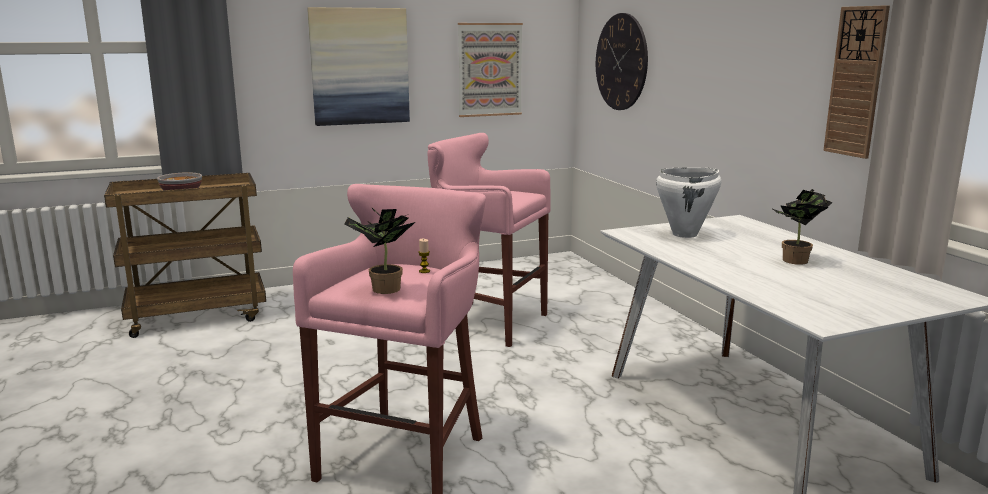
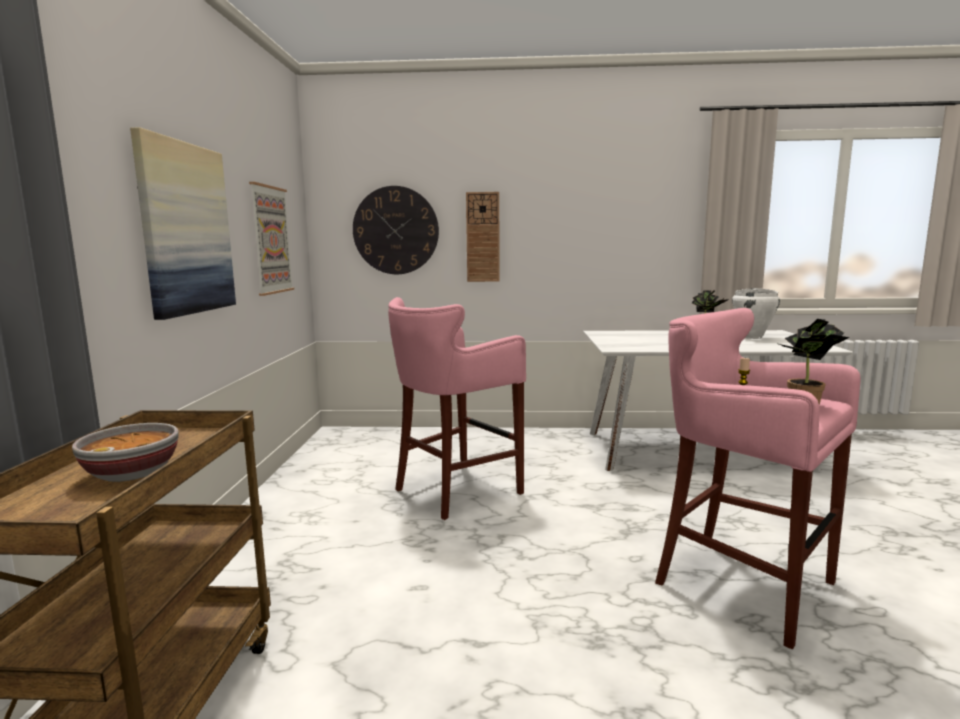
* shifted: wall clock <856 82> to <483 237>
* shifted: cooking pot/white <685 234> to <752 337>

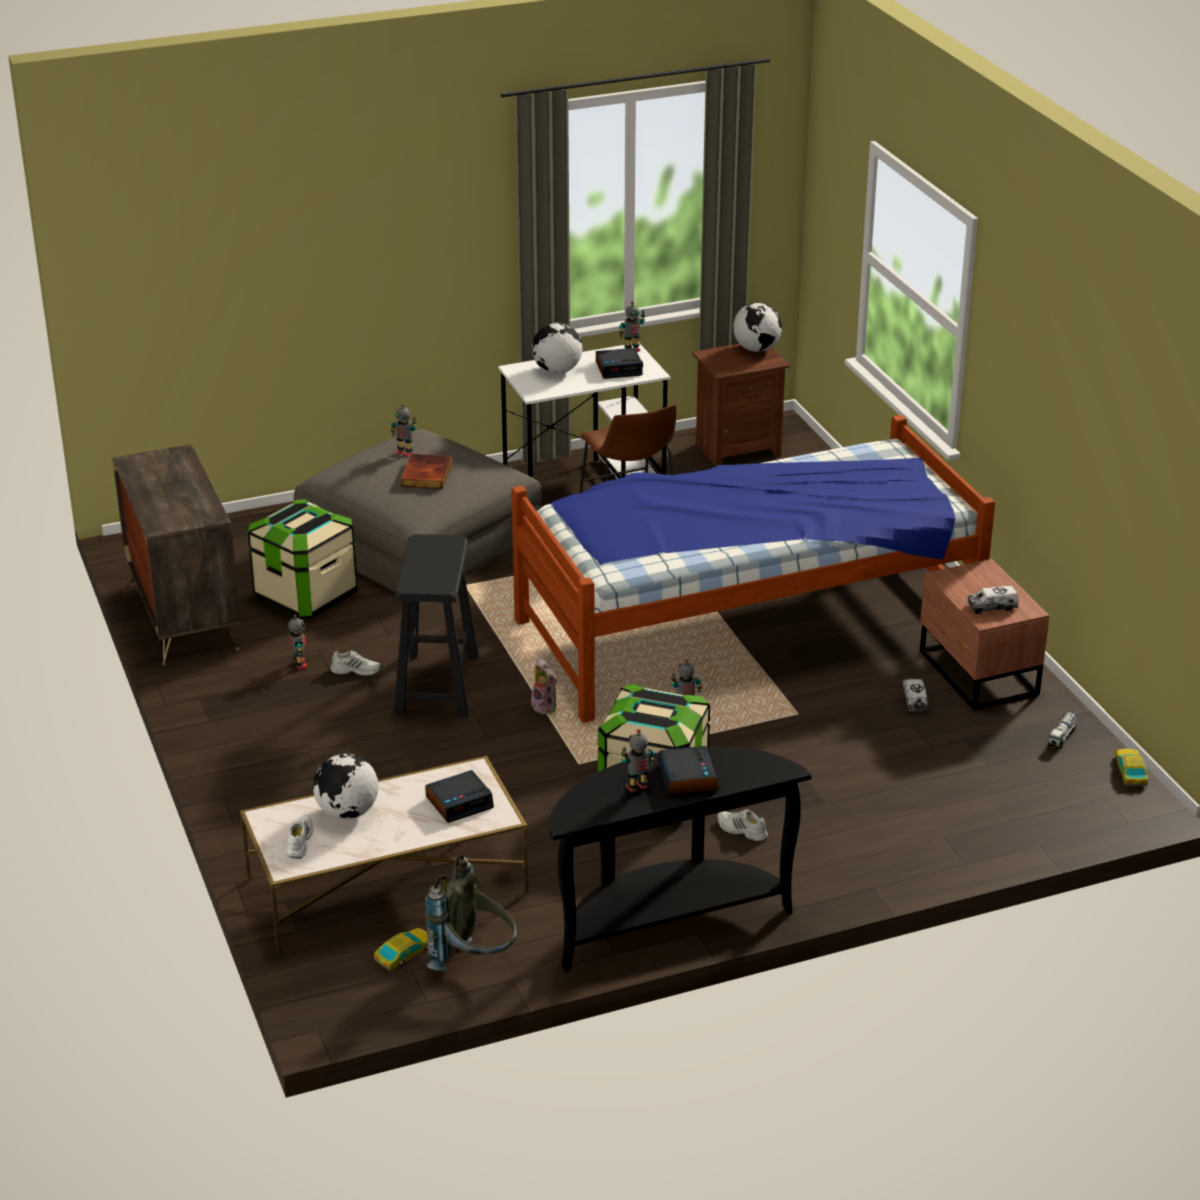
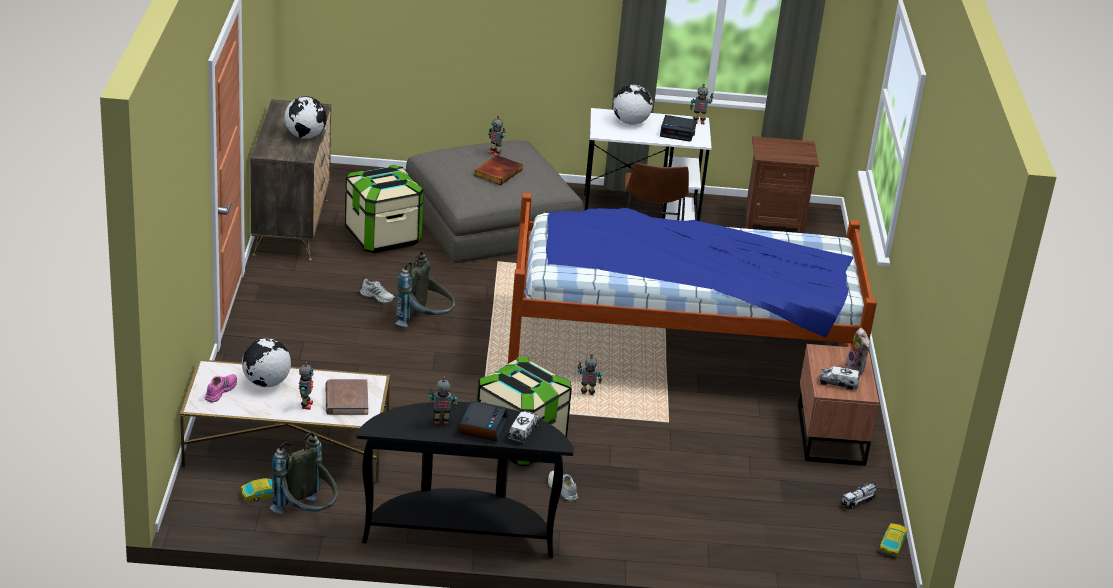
* repainted: shoe/white <299 841> to shoe/pink <220 391>
* shifted: globe <756 349> to <305 136>
* shifted: toy robot <299 664> to <306 405>
* swapped: alarm clock <459 802> to book/brown <346 400>
* swapped: stool/black <437 684> to backpack/grey <425 323>
* shifted: toy truck <914 700> to <523 431>
* shifted: plush toy <546 707> to <856 369>

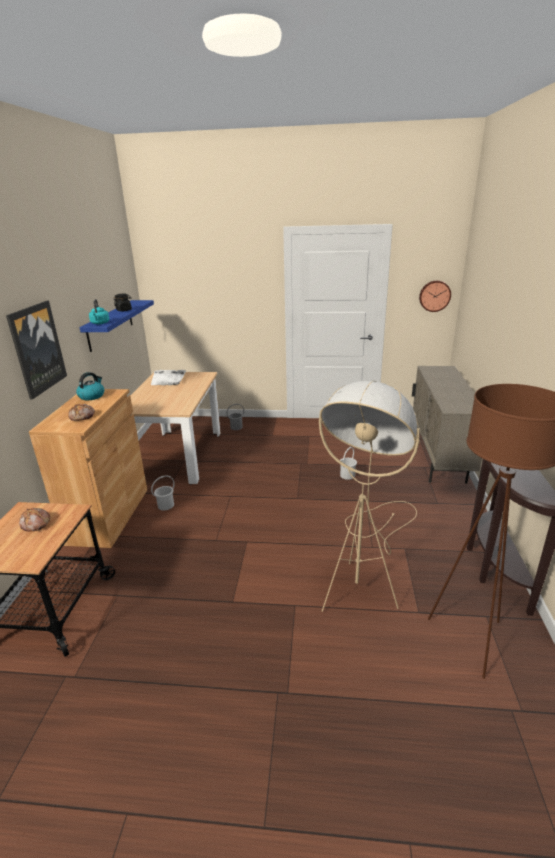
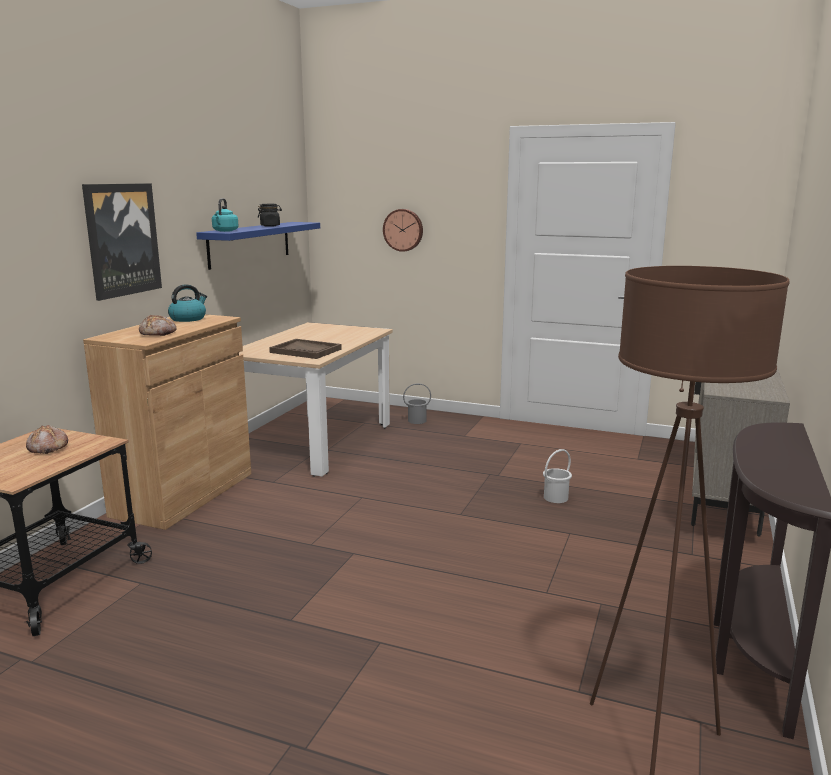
* new: tray/brown <306 351>
* shifted: wall clock <434 296> to <403 230>
* gone: tray/white <168 379>
* gone: bucket/white <165 505>
* gone: floor lamp/beige <365 571>

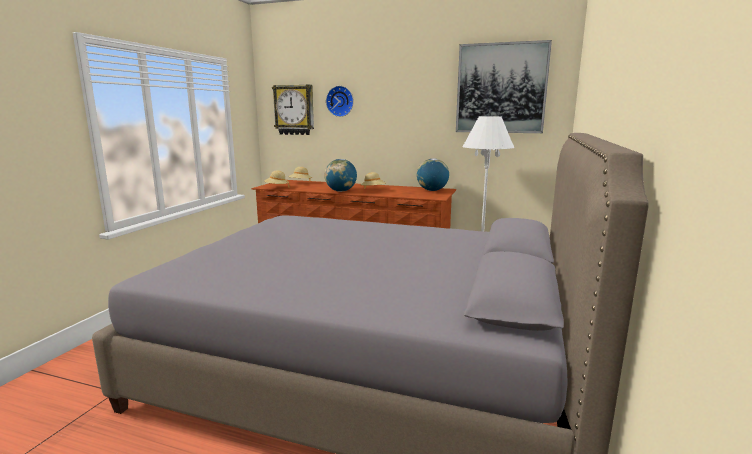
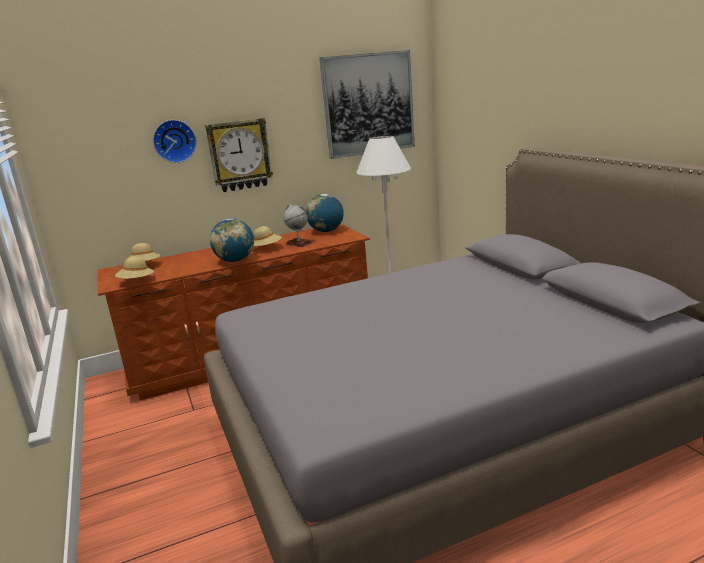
* shifted: wall clock <294 110> to <239 155>
* new: globe <298 243>

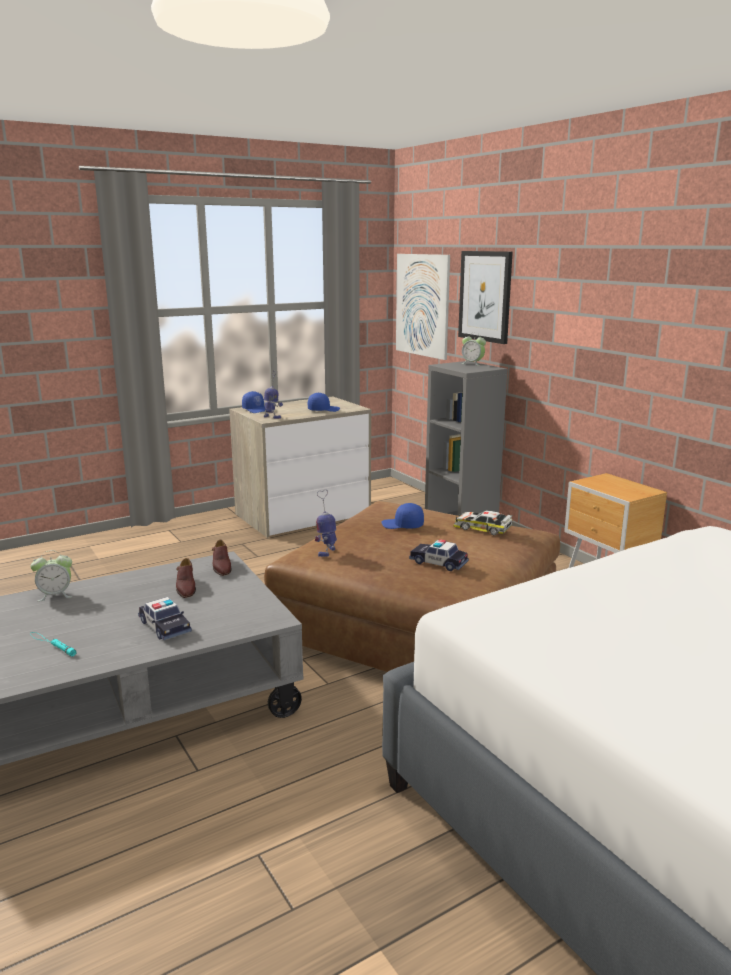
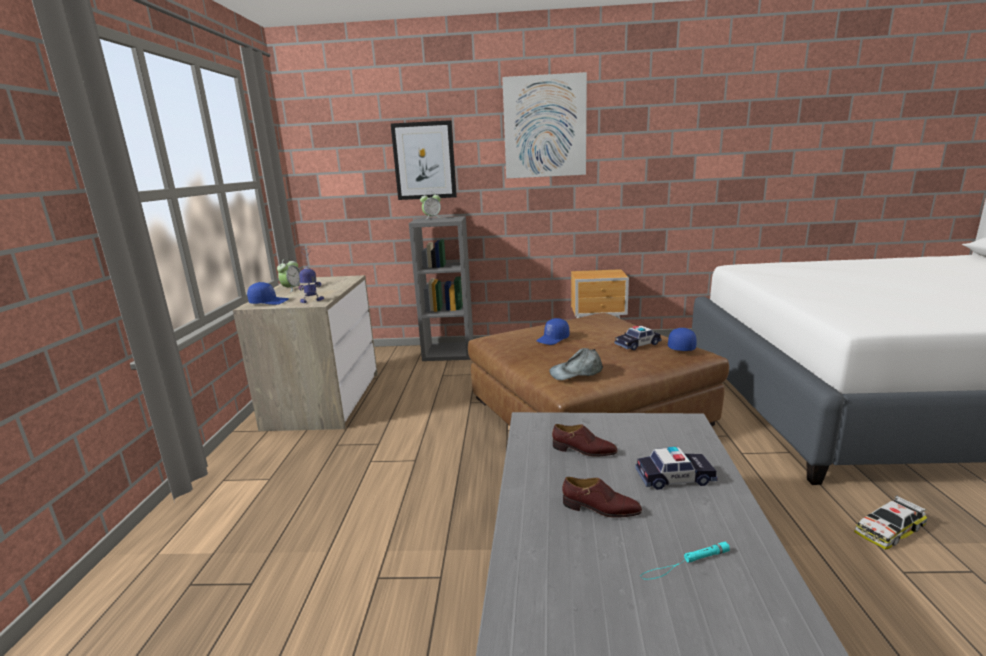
* shifted: alarm clock <55 595> to <292 289>
* shifted: picture <422 305> to <545 127>
* swapped: toy robot <327 551> to cap/grey <576 372>
* shifted: shoe/brown <221 567> to <601 509>
* shifted: cap/blue <323 410> to <680 347>
* shifted: toy car <482 528> to <888 529>

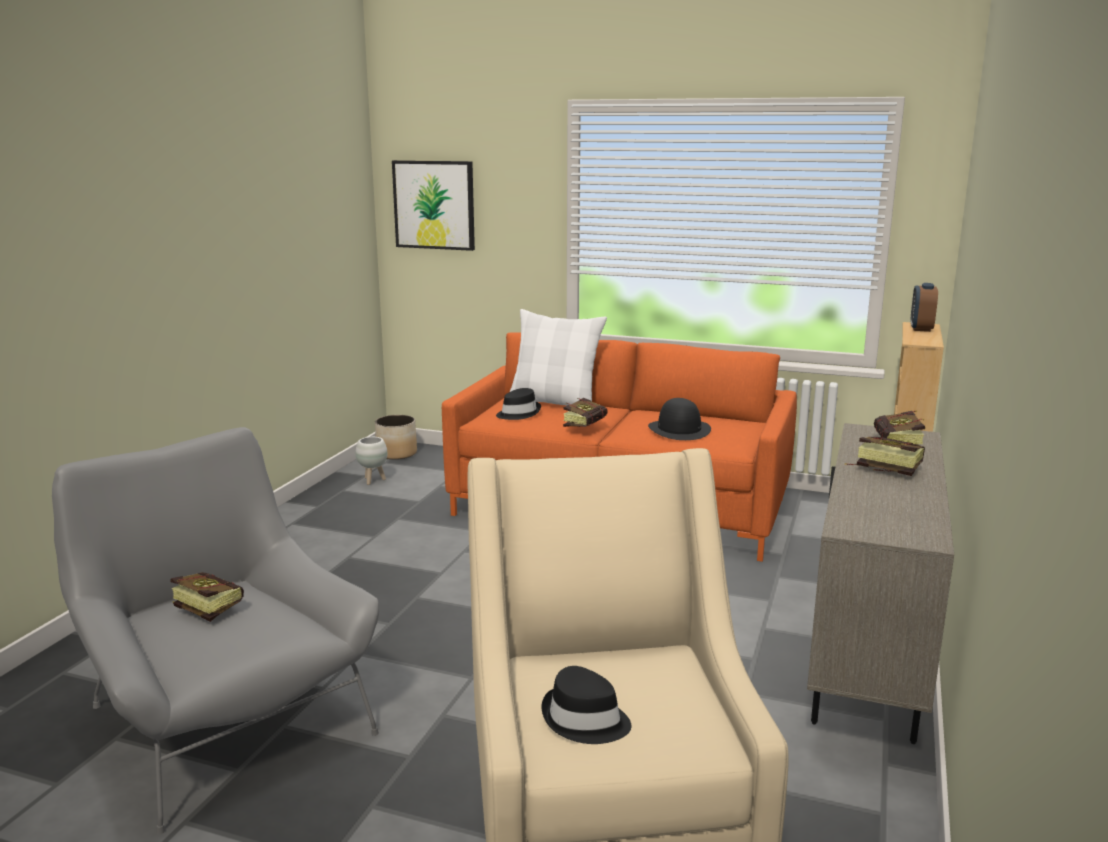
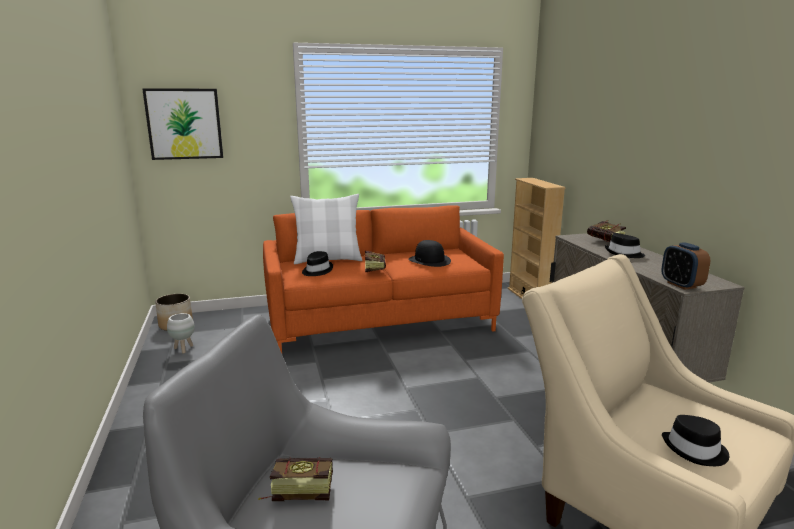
* swapped: book <881 468> to hat/black <624 254>
* shifted: alarm clock <921 328> to <681 285>

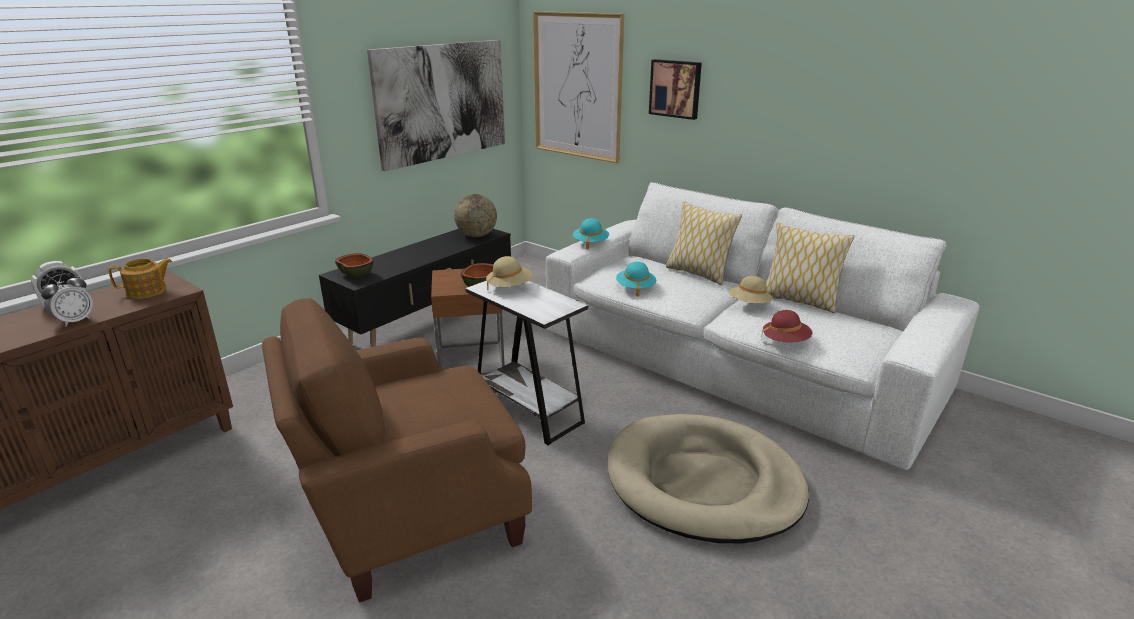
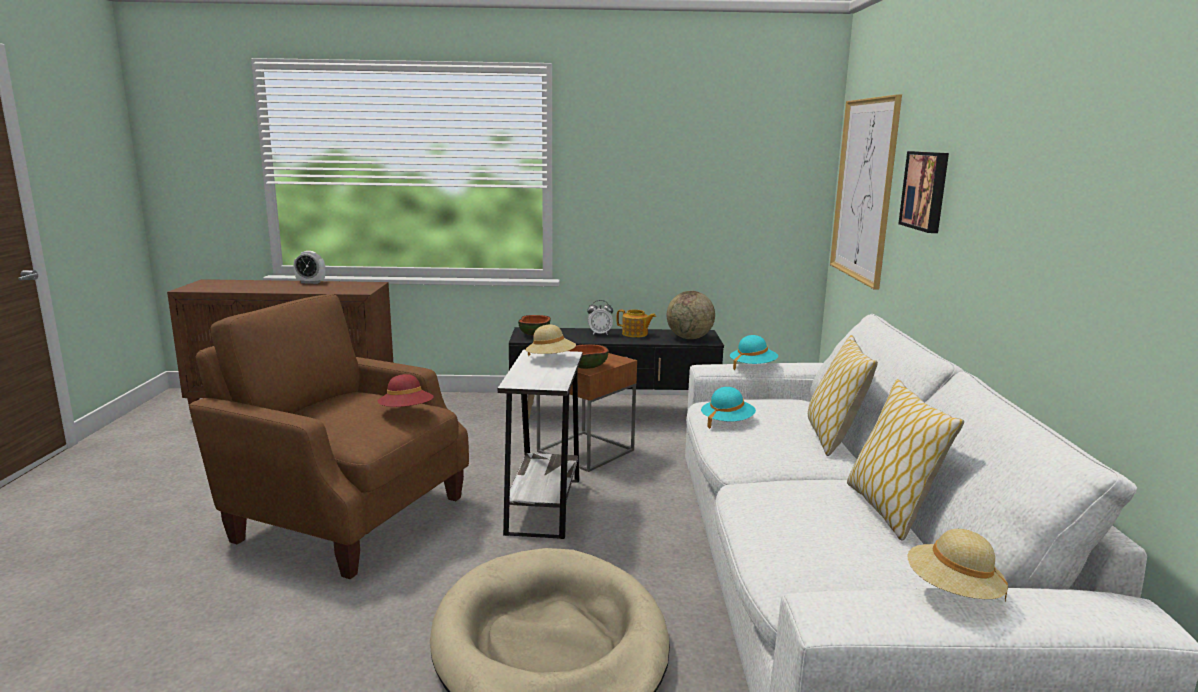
* shifted: hat/red <785 341> to <406 412>
* shifted: alarm clock <75 321> to <599 334>
* shifted: teapot <147 291> to <635 334>
* shifted: hat/beige <749 305> to <952 591>
* gone: picture <442 102>

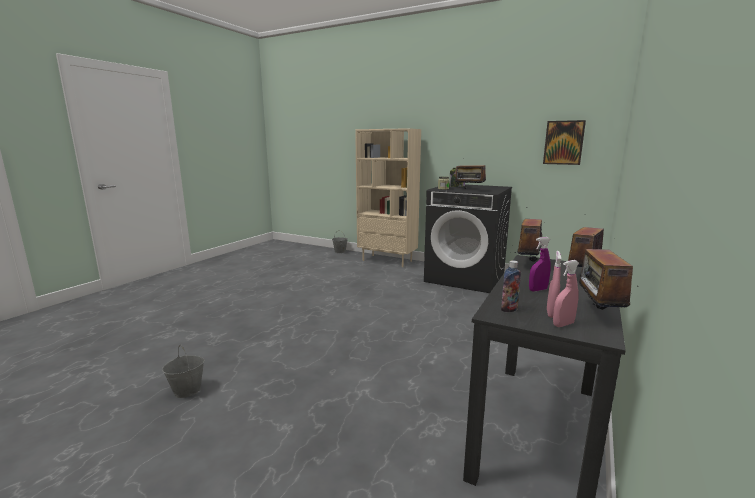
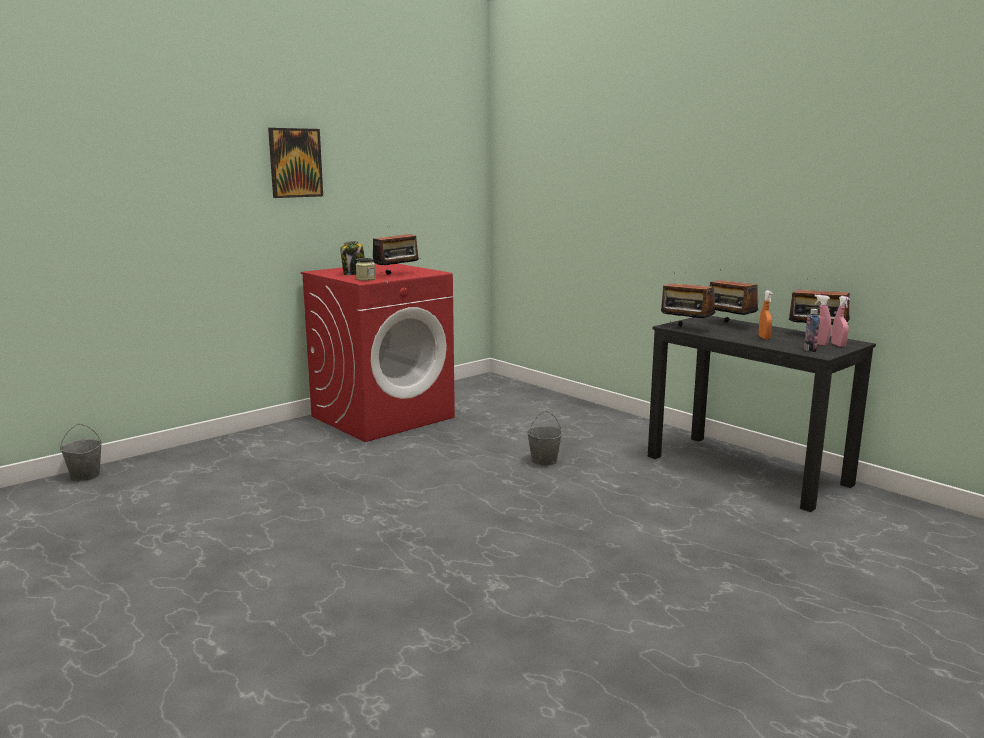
* shifted: picture <563 142> to <295 163>
* repainted: washing machine/black <465 278> to washing machine/red <383 416>
* shifted: bucket/grey <188 390> to <544 461>
* repainted: spray bottle/purple <538 290> to spray bottle/orange <764 338>
* gone: bookcase/beige <387 261>

